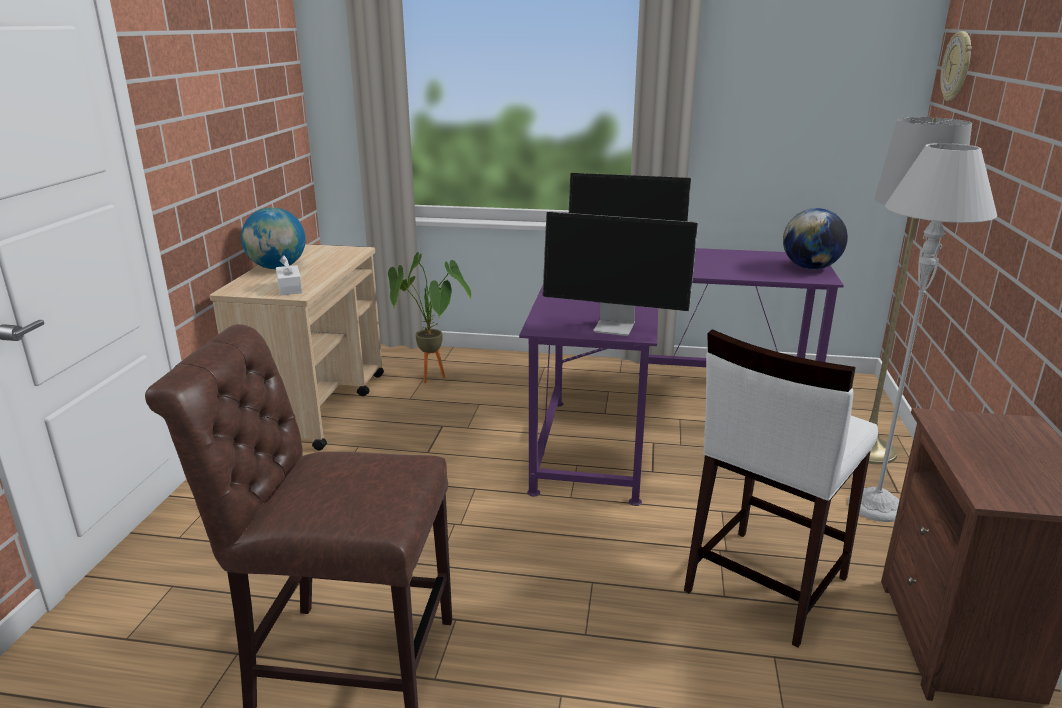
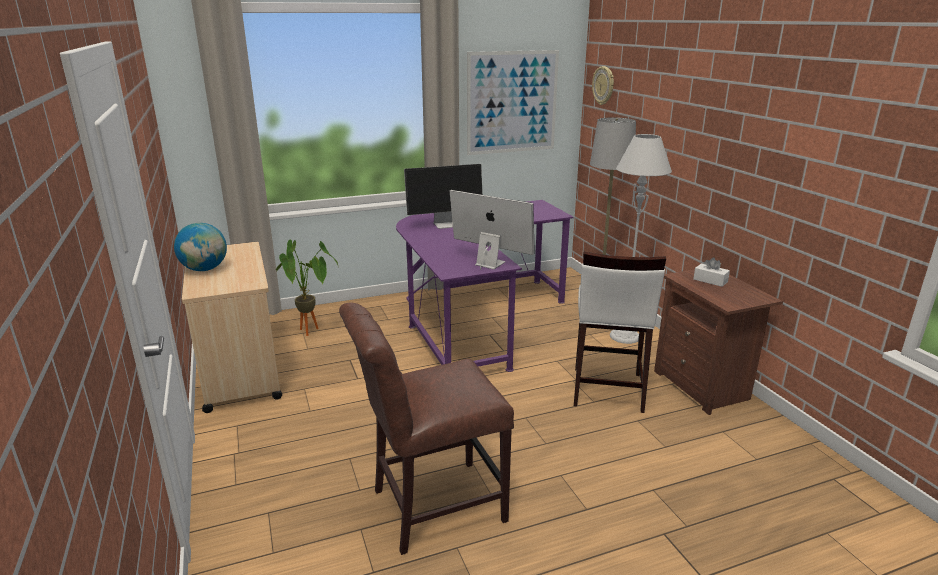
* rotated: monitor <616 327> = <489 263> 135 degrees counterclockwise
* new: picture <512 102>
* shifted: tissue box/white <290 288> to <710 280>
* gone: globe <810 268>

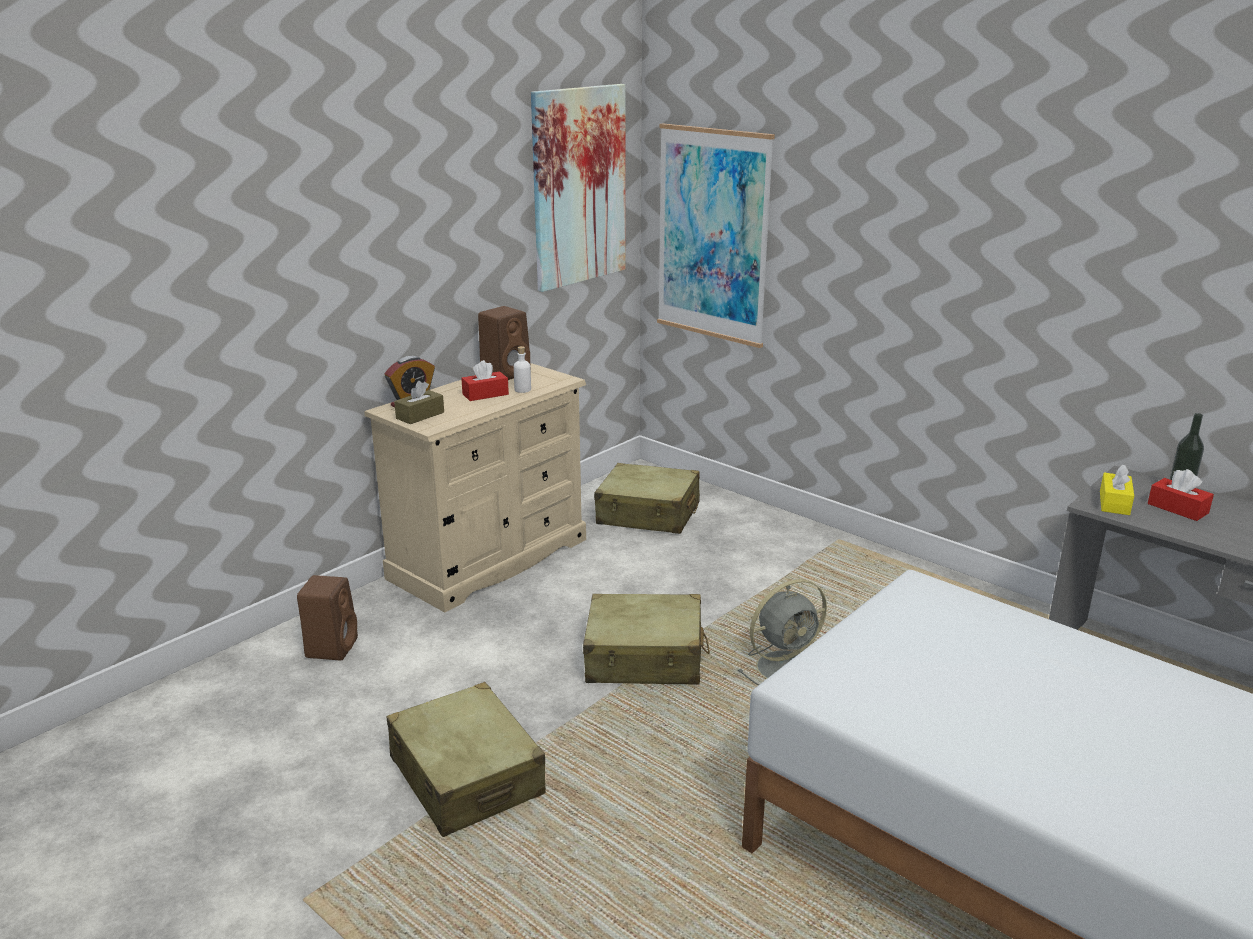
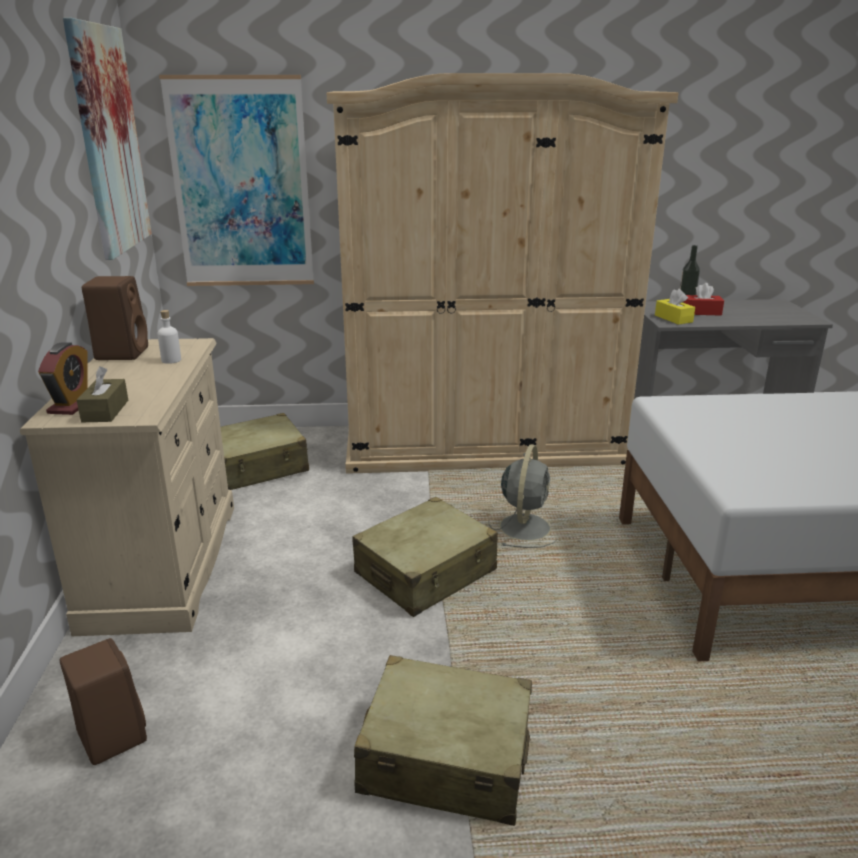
* new: wardrobe/beige <483 446>
* gone: tissue box/red <485 394>

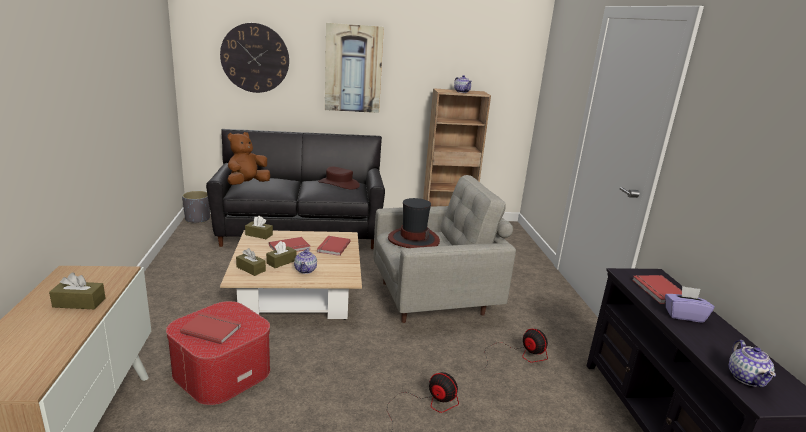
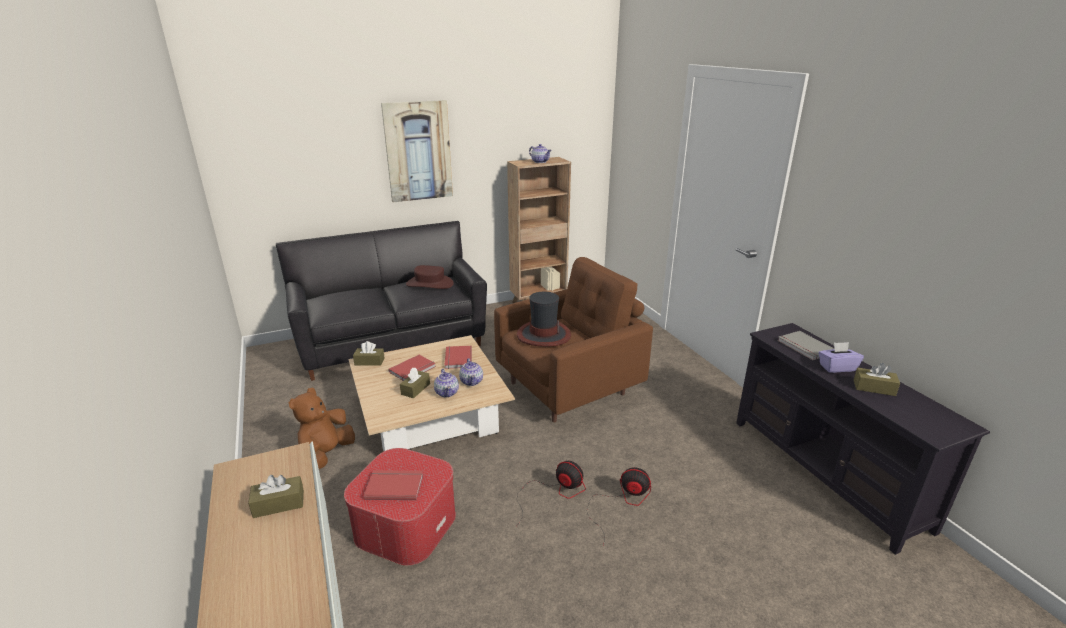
* shifted: plush toy/brown <247 184> to <326 455>
* shifted: teapot <746 378> to <471 381>
* repainted: armchair/grey <435 298> to armchair/brown <570 388>
* shifted: fan <518 355> to <554 493>
* repainted: book/red <659 291> to book/grey <804 347>
* shifted: tissue box/brown <251 269> to <874 388>
* gone: planter/grey <198 219>
* gone: wall clock <255 58>

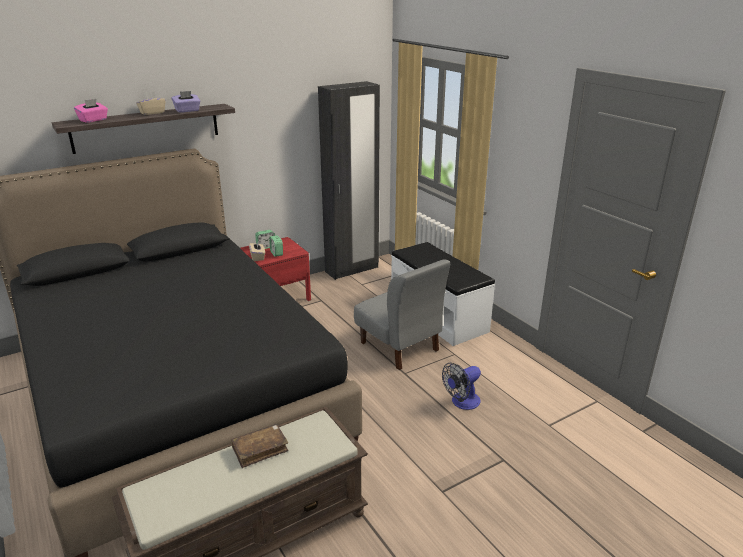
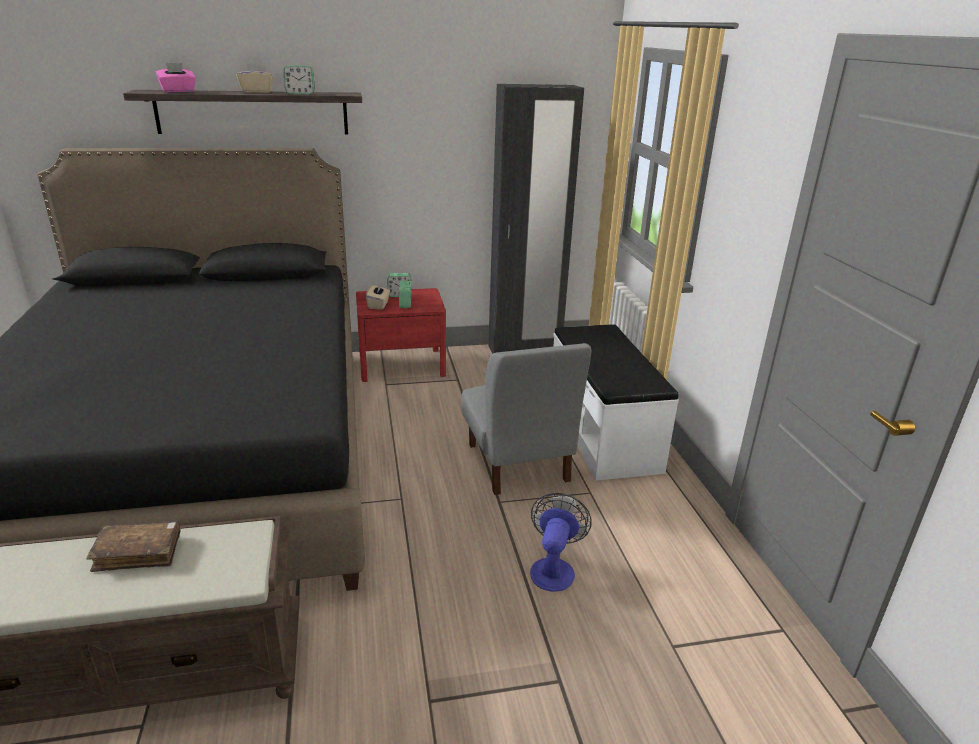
* swapped: tissue box/purple <187 111> to alarm clock <300 93>
* rotated: fan <462 403> = <553 568> 120 degrees clockwise

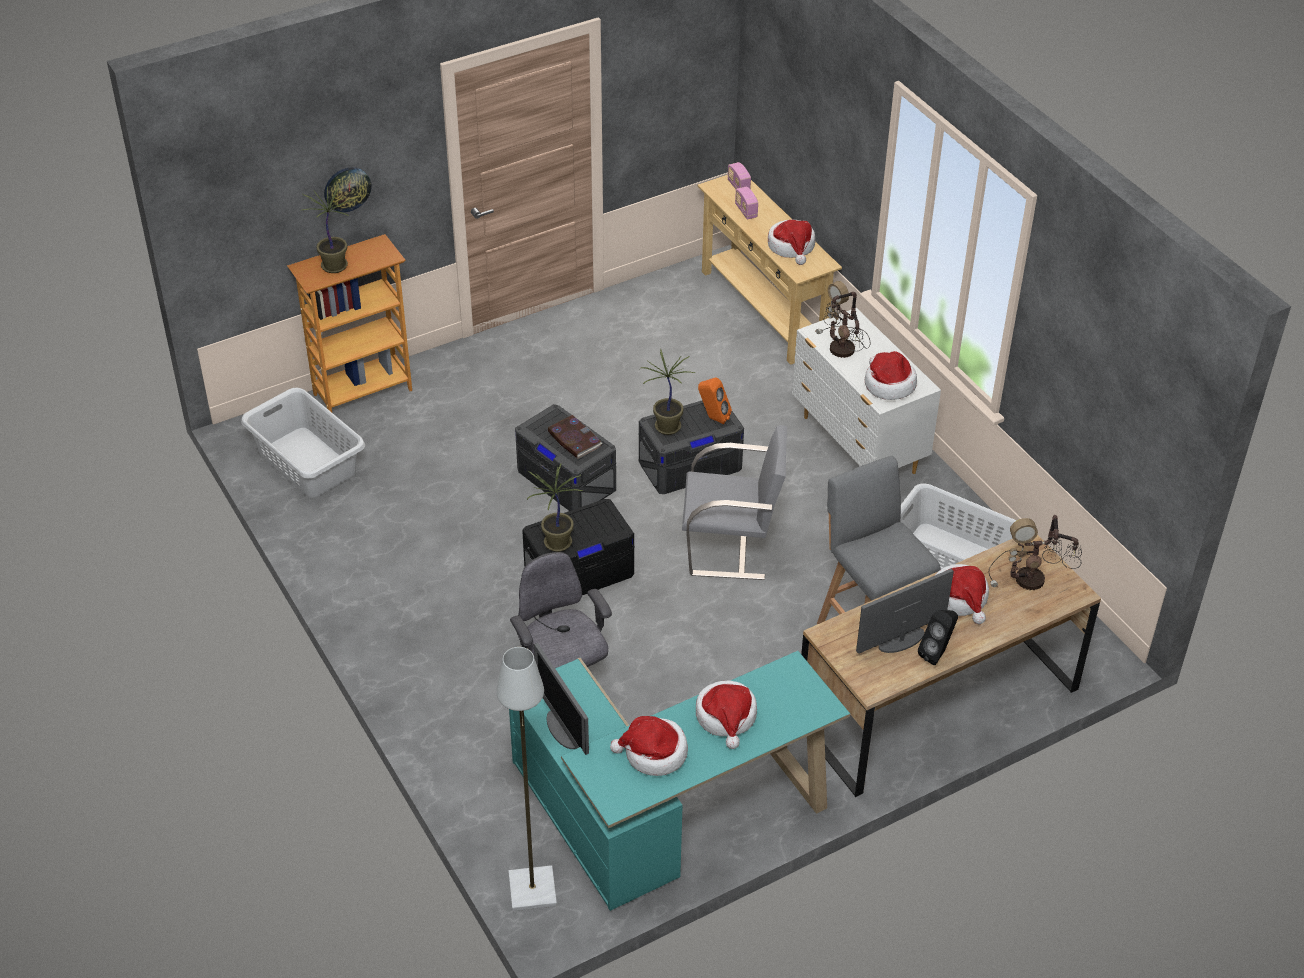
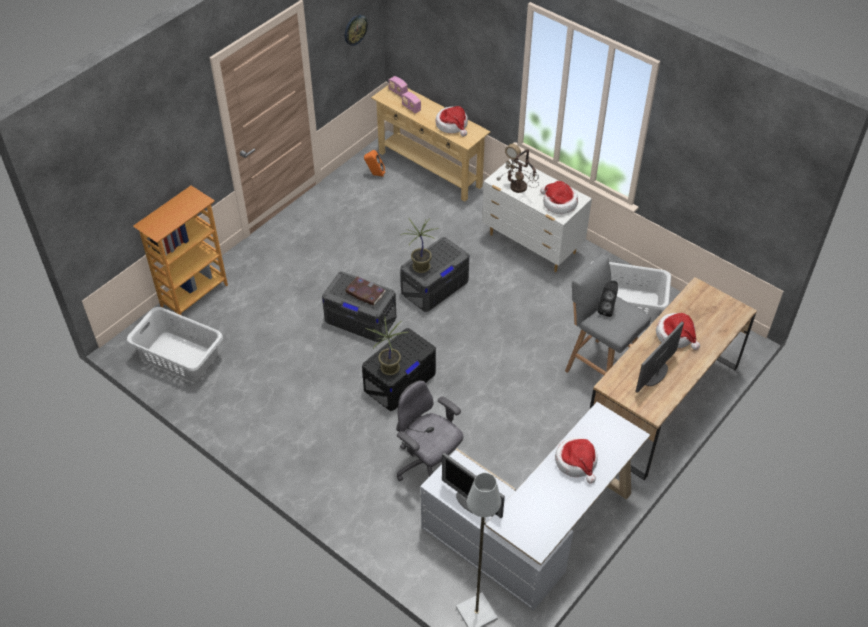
* shifted: wall clock <347 189> to <355 29>
* shifted: speaker/orange <713 418> to <375 174>
* repainted: desk/turquoise <664 813> to desk/white <534 531>
* shifted: speaker/black <937 654> to <607 309>
* gone: potted plant <335 265>
* gone: hat <653 753>
* gone: chair/grey <731 547>
* gone: table lamp <1031 581>

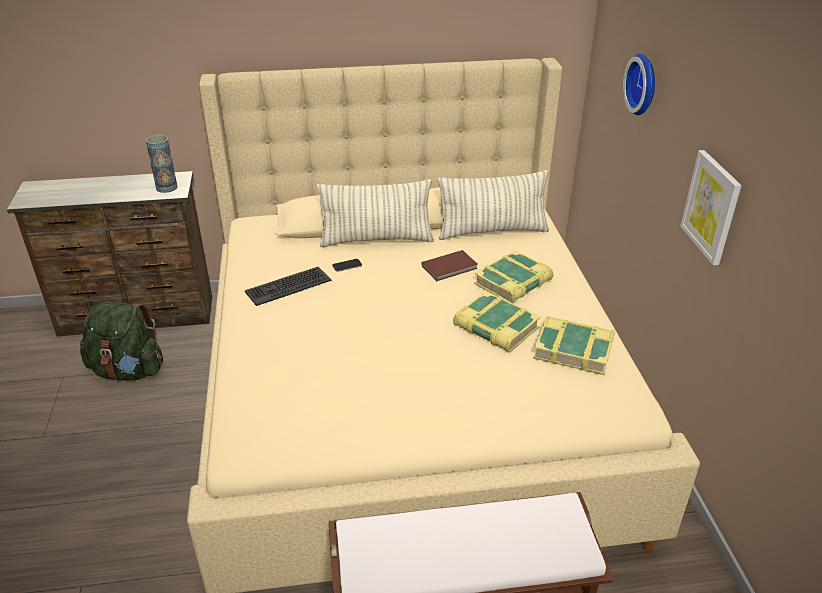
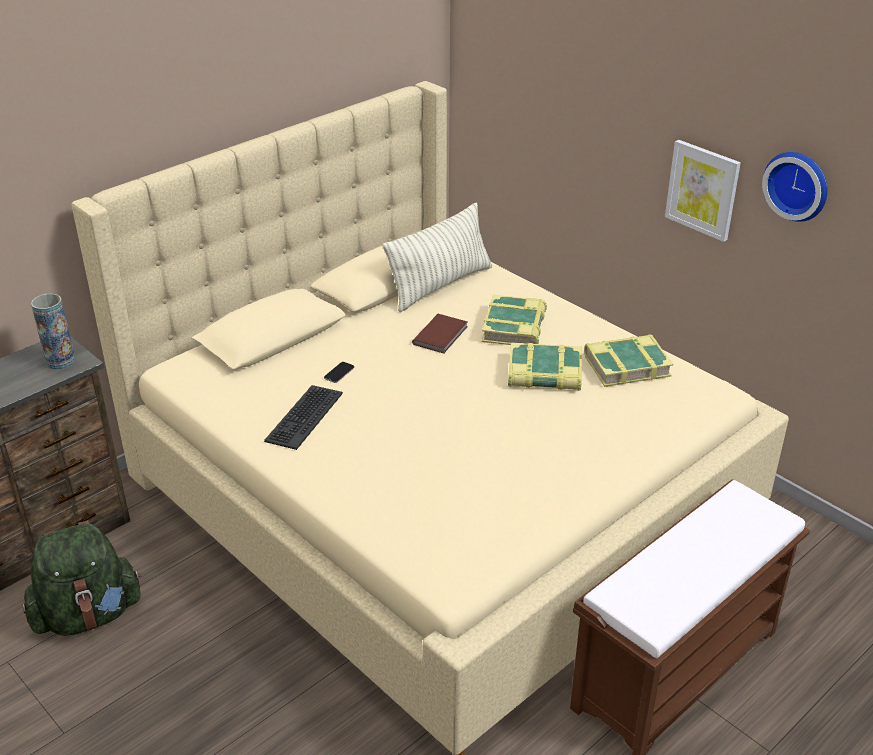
* shifted: wall clock <644 84> to <798 184>
* gone: pillow <376 240>

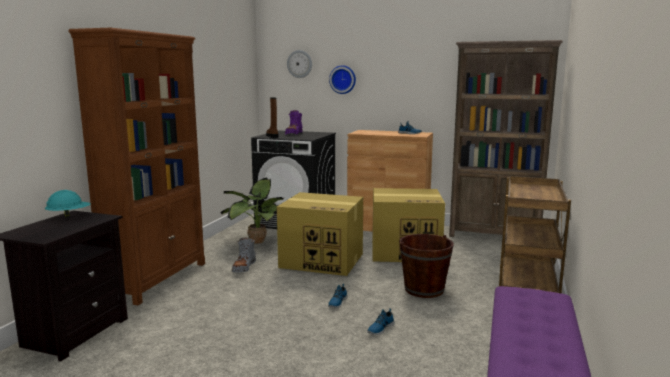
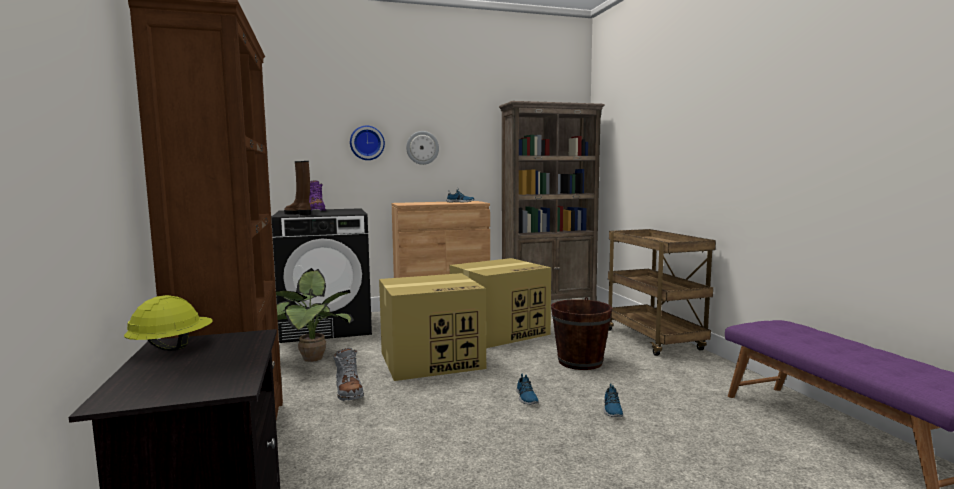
* repainted: hard hat/turquoise <69 216> to hard hat/yellow <171 348>
* shifted: wall clock <299 64> to <422 147>

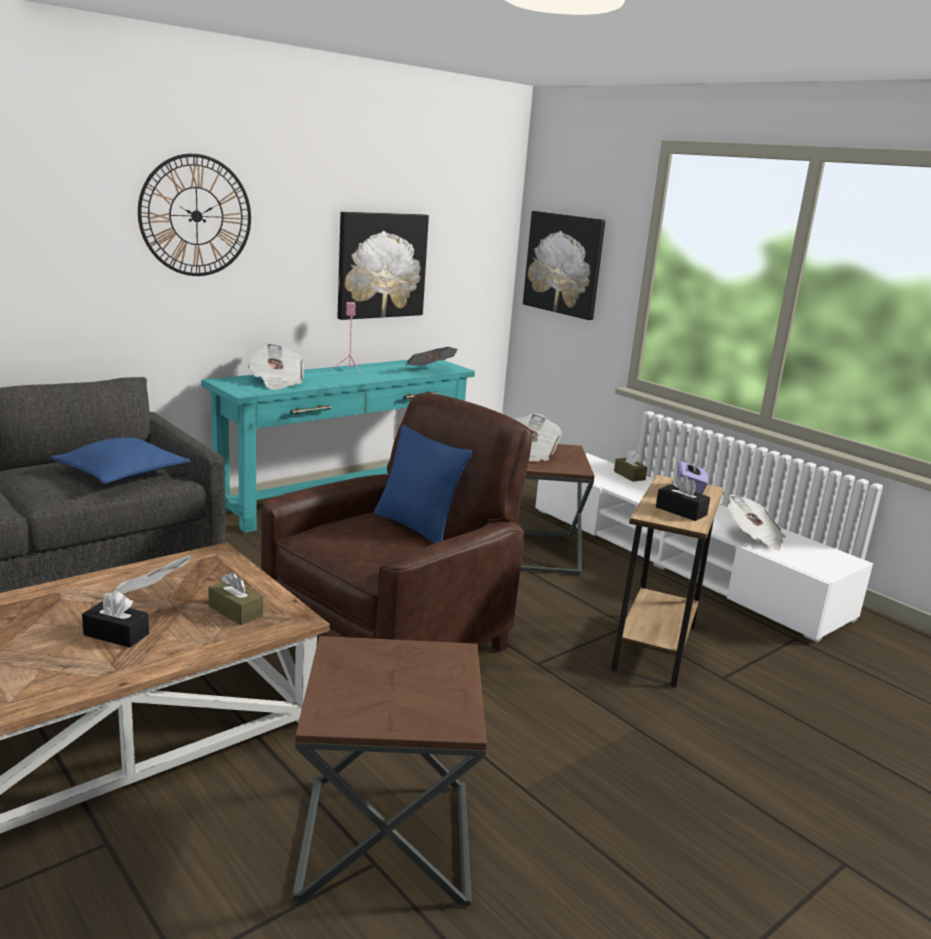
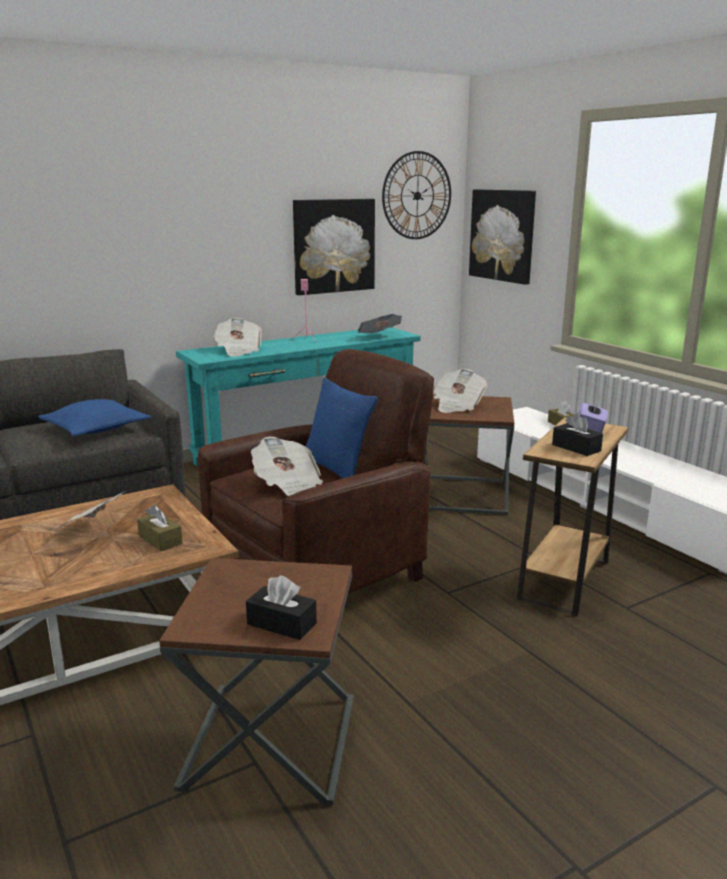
* shifted: tissue box/black <116 634> to <281 624>
* shifted: newspaper <754 538> to <287 485>
* shifted: wall clock <196 216> to <417 195>

